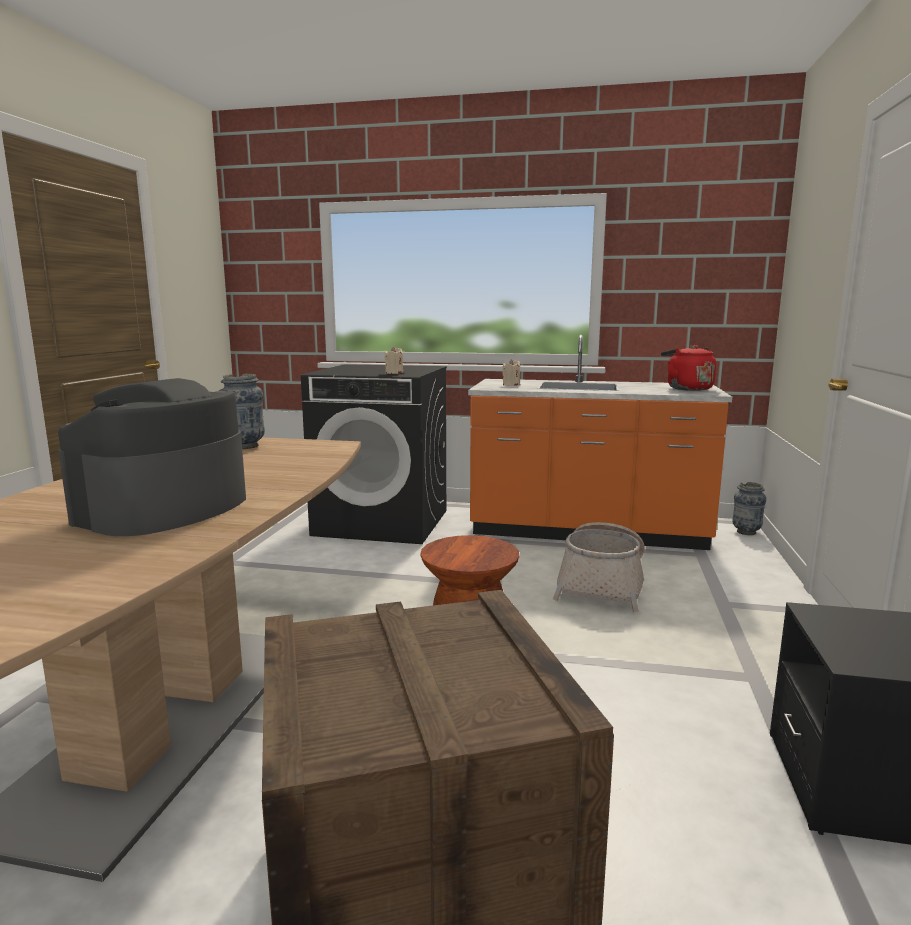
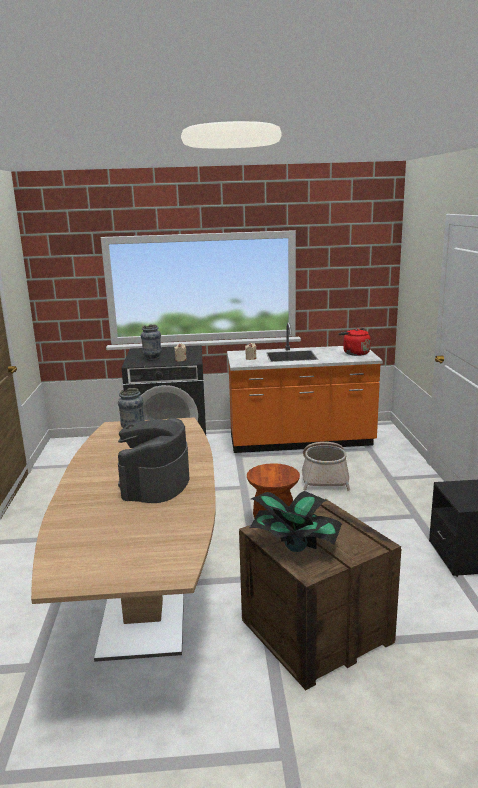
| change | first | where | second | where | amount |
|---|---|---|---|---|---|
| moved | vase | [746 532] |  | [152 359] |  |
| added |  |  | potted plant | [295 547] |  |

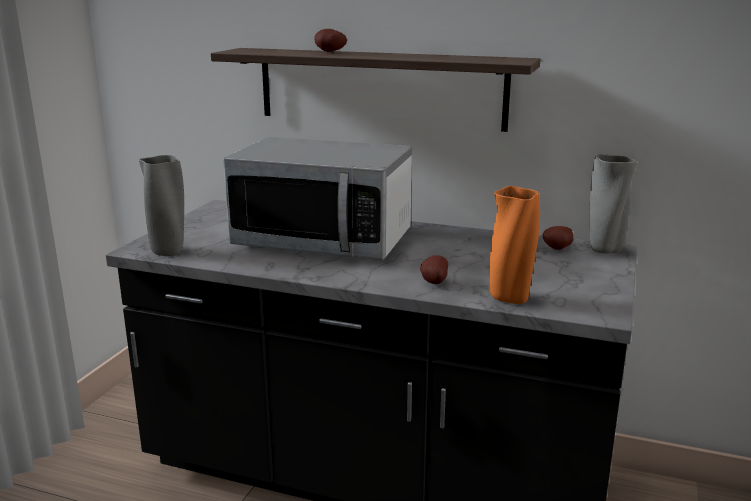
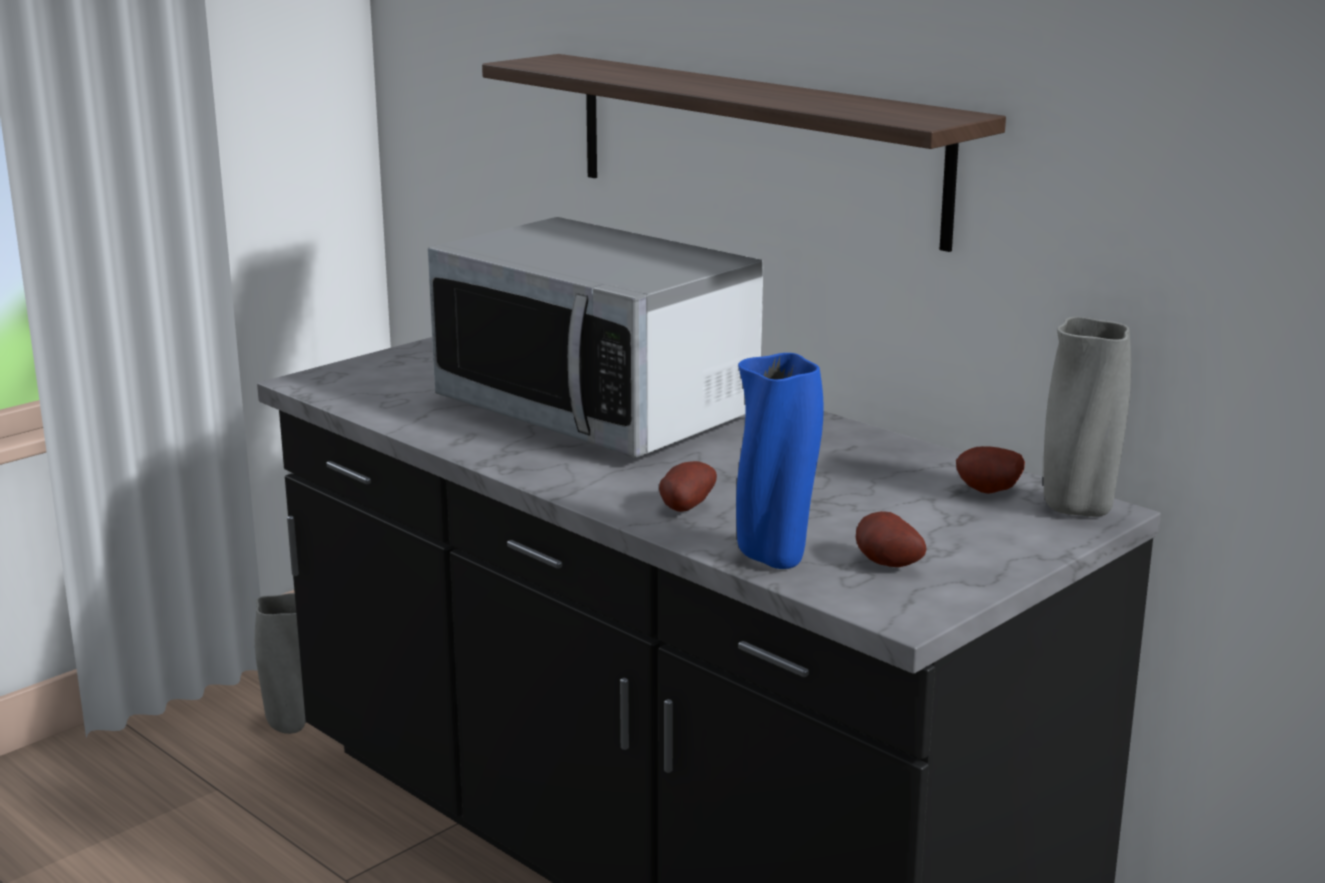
| change | first | where | second | where | amount |
|---|---|---|---|---|---|
| moved | grey vase | [169 252] |  | [291 724] |  |
| recoloured | orange vase | [509 298] | blue vase | [775 557] |  |
| moved | potato | [329 52] |  | [885 565] |  |

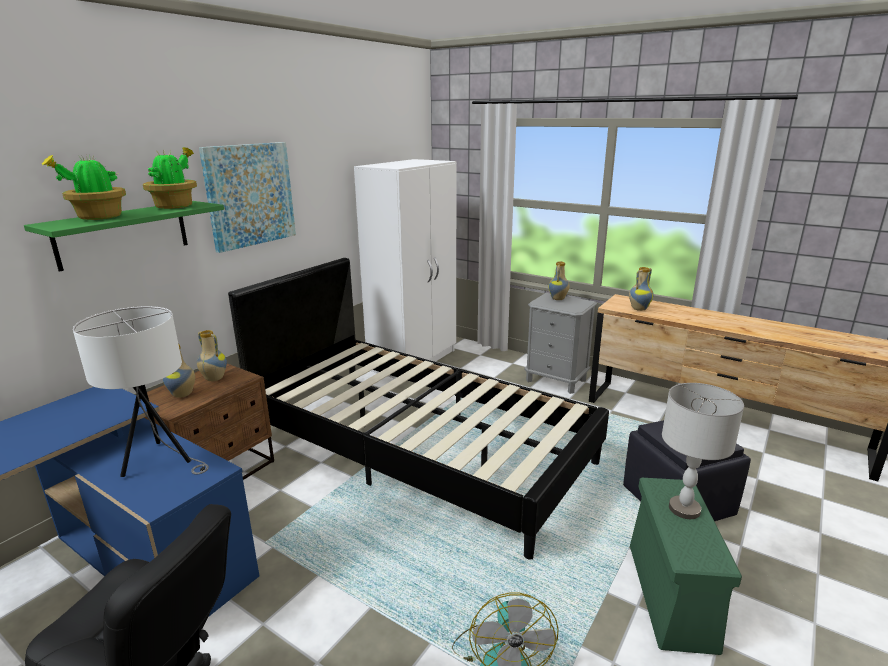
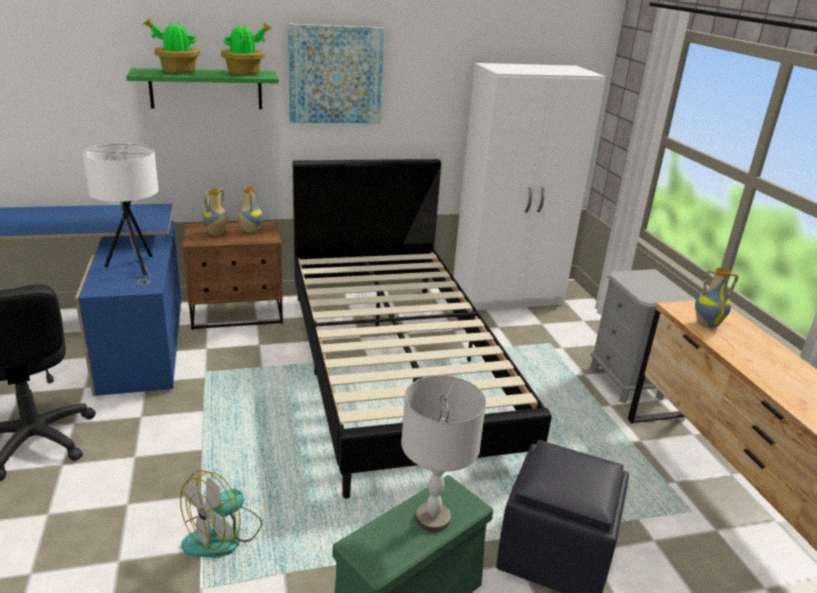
| change | first | where | second | where | amount |
|---|---|---|---|---|---|
| removed | vase | [558 299] |  |  |  |

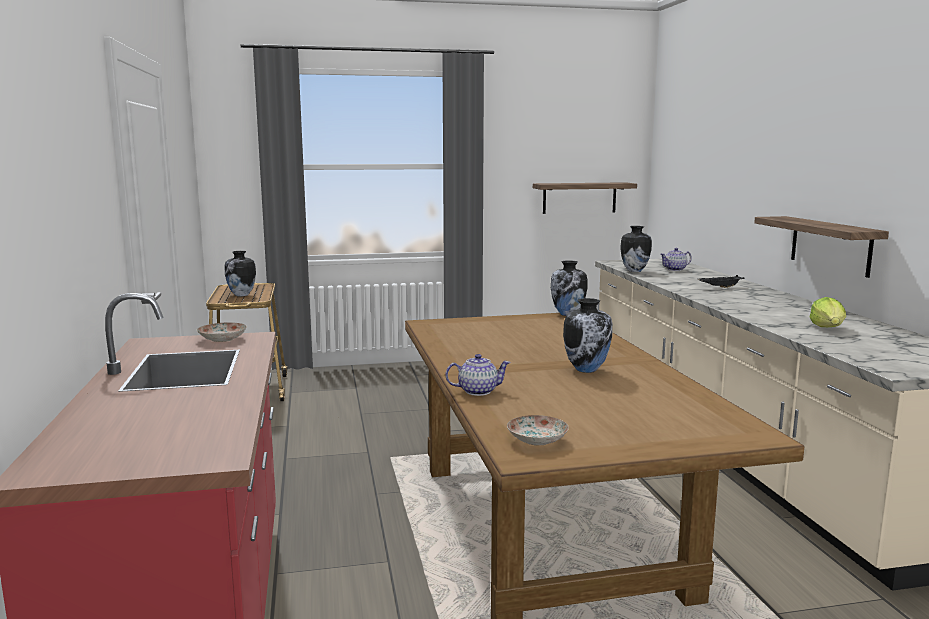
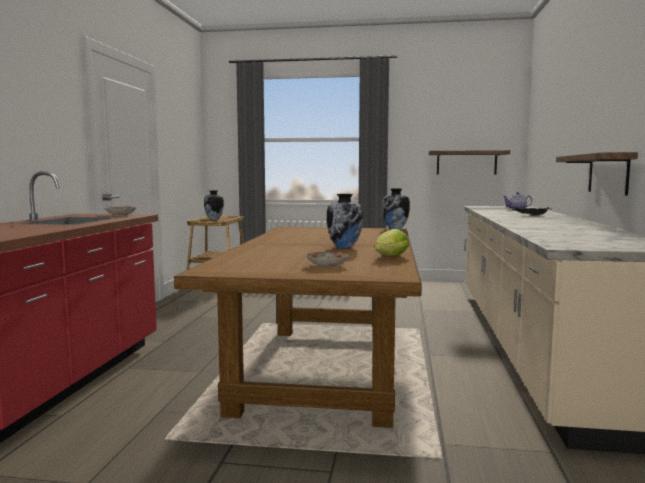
| change | first | where | second | where | amount |
|---|---|---|---|---|---|
| moved | plate | [537 440] |  | [328 265] |  |
| moved | lettuce | [828 328] |  | [390 257] |  |
| removed | teapot | [477 391] |  |  |  |
| removed | vase | [634 270] |  |  |  |

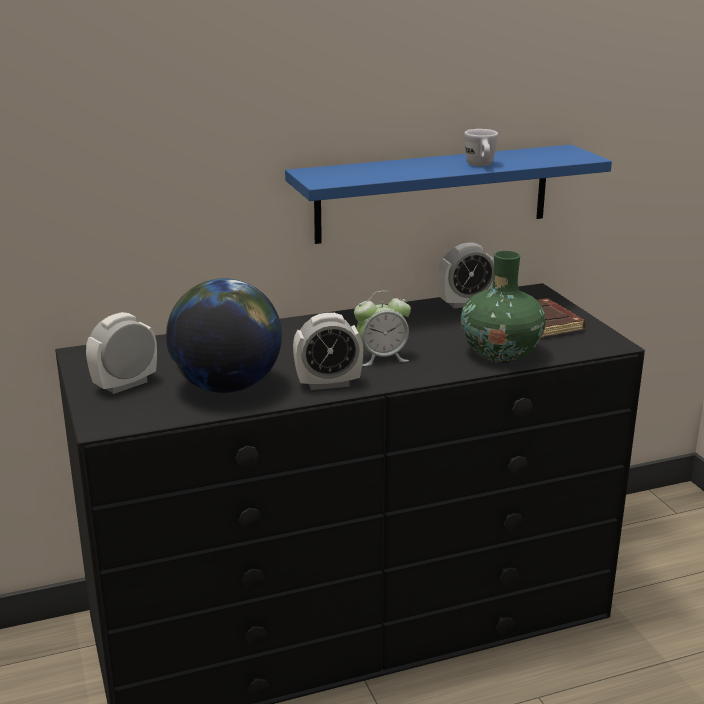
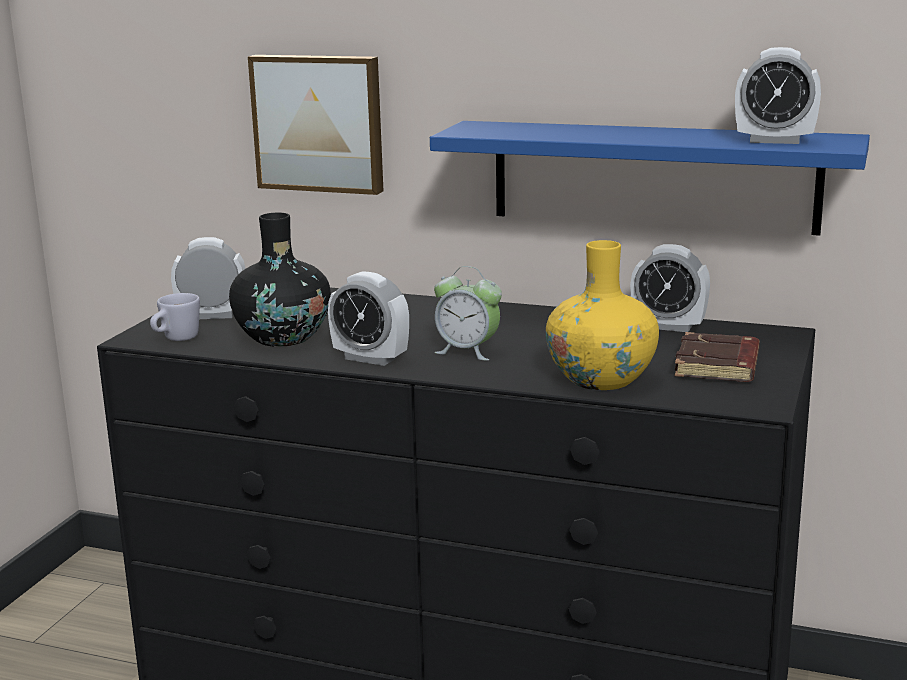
| change | first | where | second | where | amount |
|---|---|---|---|---|---|
| moved | white mug | [481 166] |  | [176 339] |  |
| replaced | globe | [226 386] | black vase | [283 337] |  |
| added |  |  | picture | [319 123] |  |
| recoloured | green vase | [500 353] | yellow vase | [601 379] |  |
| added |  |  | alarm clock | [774 141] |  |

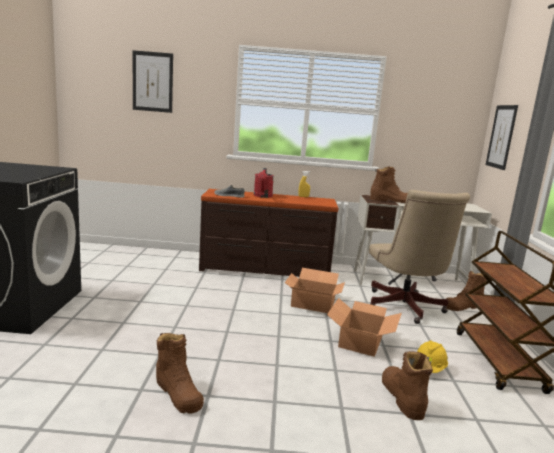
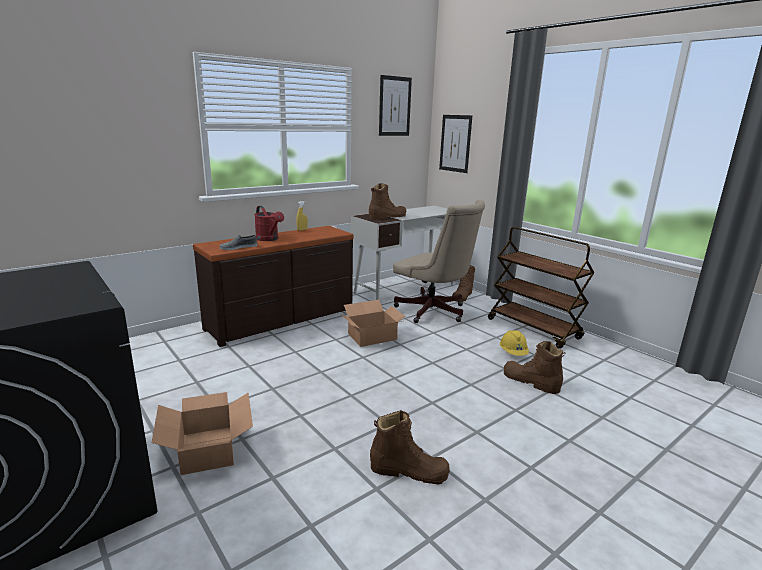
| change | first | where | second | where | amount |
|---|---|---|---|---|---|
| moved | cardboard box | [360 341] |  | [206 450] |  |
| moved | picture | [152 82] |  | [394 106] |  |

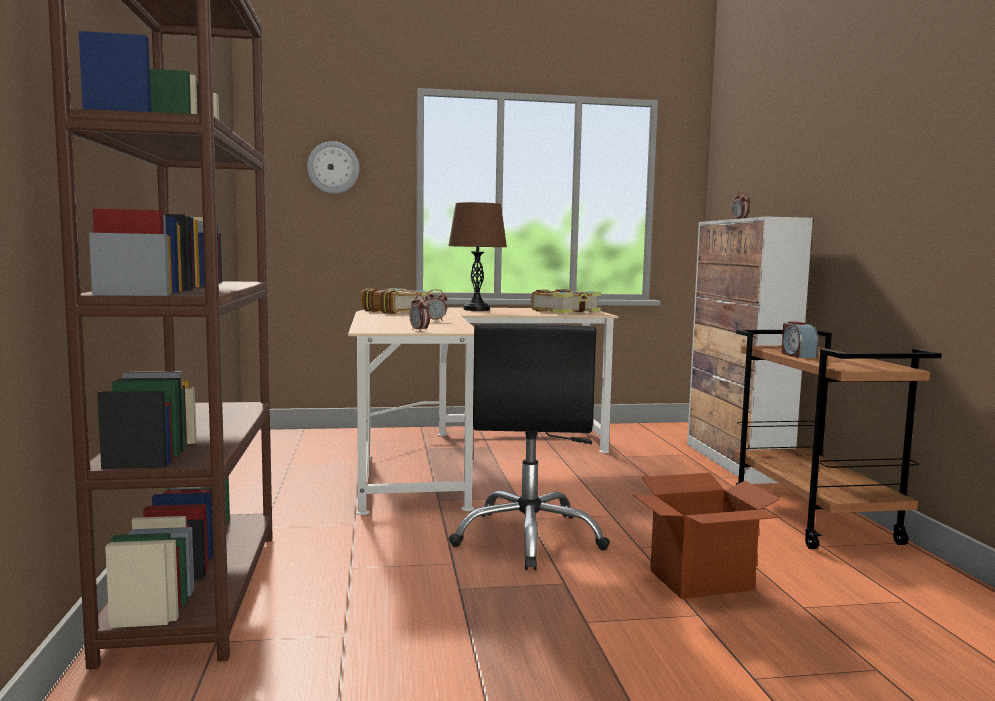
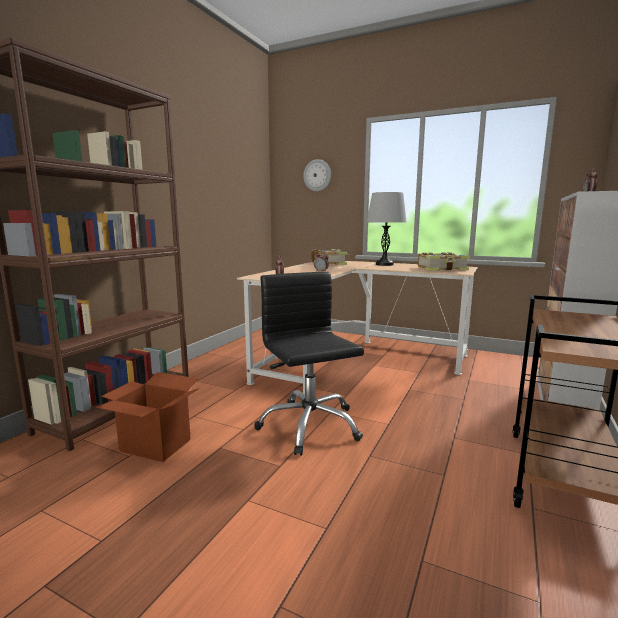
| change | first | where | second | where | amount |
|---|---|---|---|---|---|
| moved | cardboard box | [700 581] |  | [155 445] |  |
| turned | black office chair | [529 538] |  | [309 425] | 120 degrees clockwise |
| recoloured | brown table lamp | [476 309] | grey table lamp | [384 264] |  |
| removed | alarm clock | [797 355] |  |  |  |

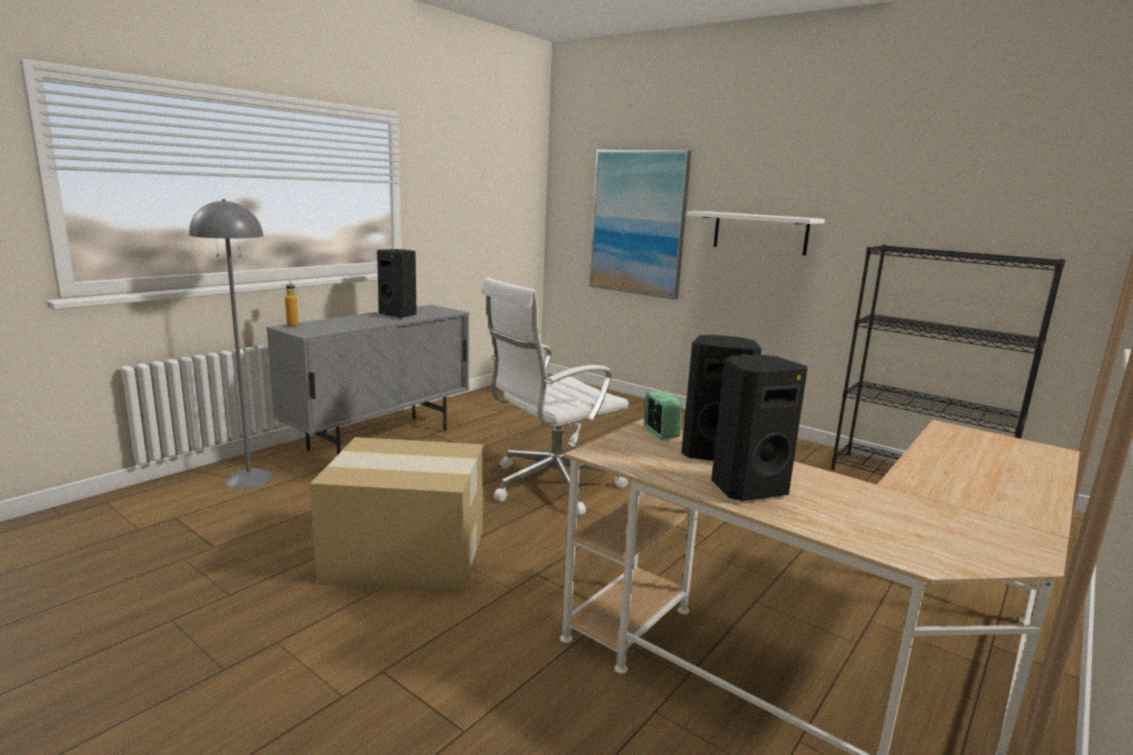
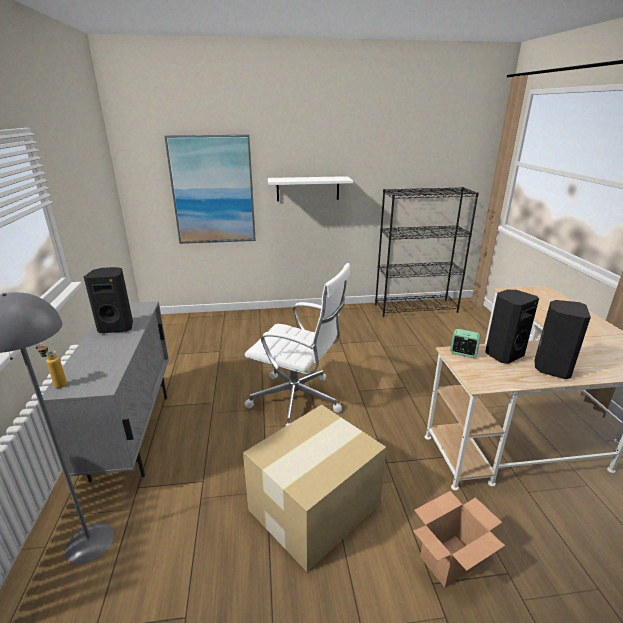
| change | first | where | second | where | amount |
|---|---|---|---|---|---|
| turned | white office chair | [550 485] |  | [298 401] | 75 degrees counterclockwise |
| added |  |  | cardboard box | [450 560] |  |

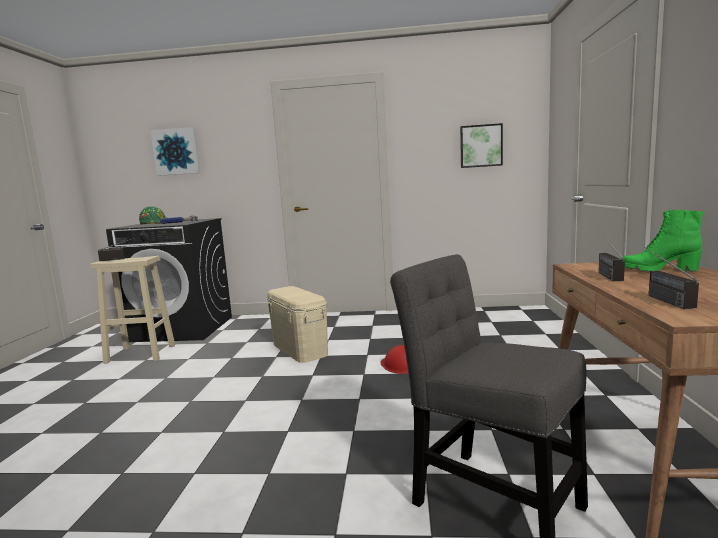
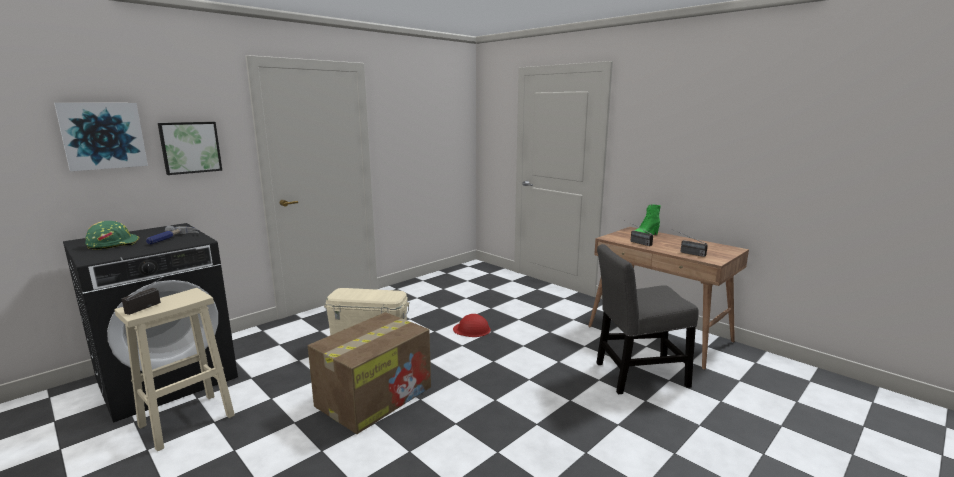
| change | first | where | second | where | amount |
|---|---|---|---|---|---|
| moved | picture | [480 146] |  | [190 147] |  |
| added |  |  | cardboard box | [375 396] |  |

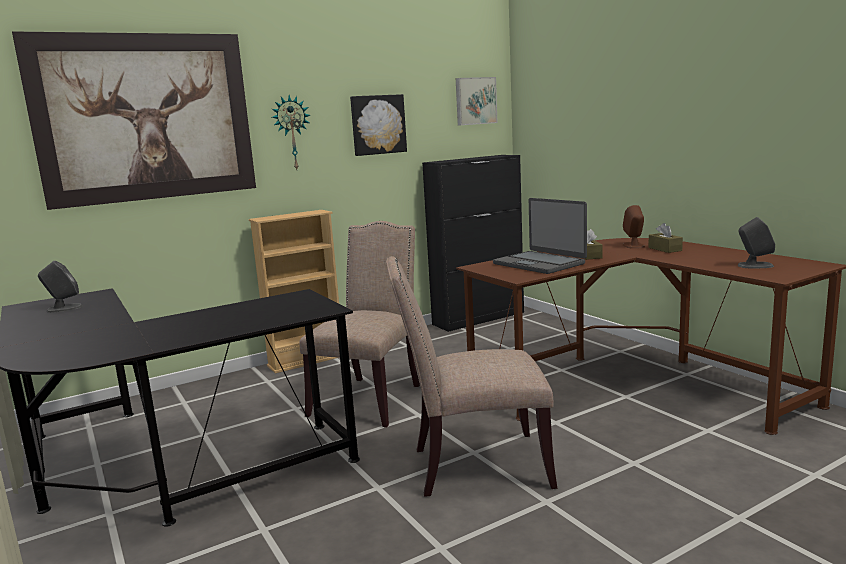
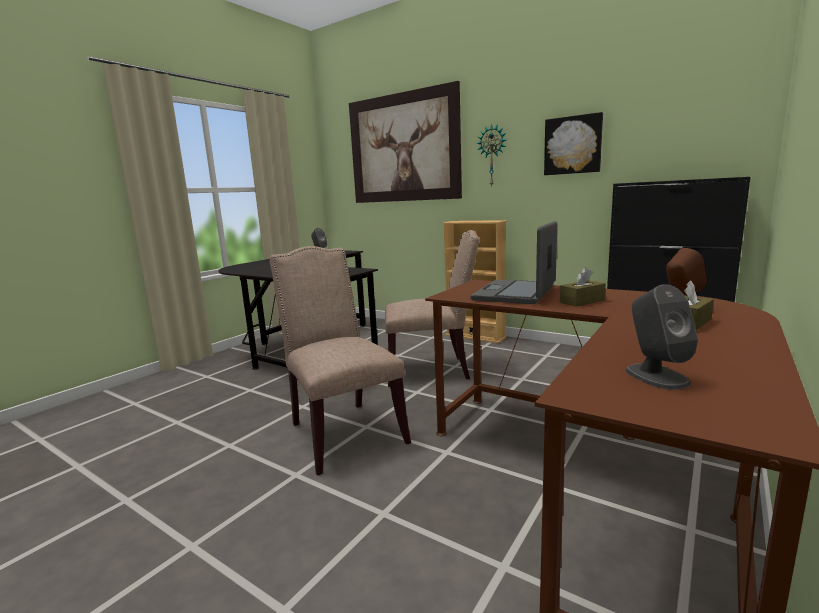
| change | first | where | second | where | amount |
|---|---|---|---|---|---|
| removed | picture | [475 101] |  |  |  |

